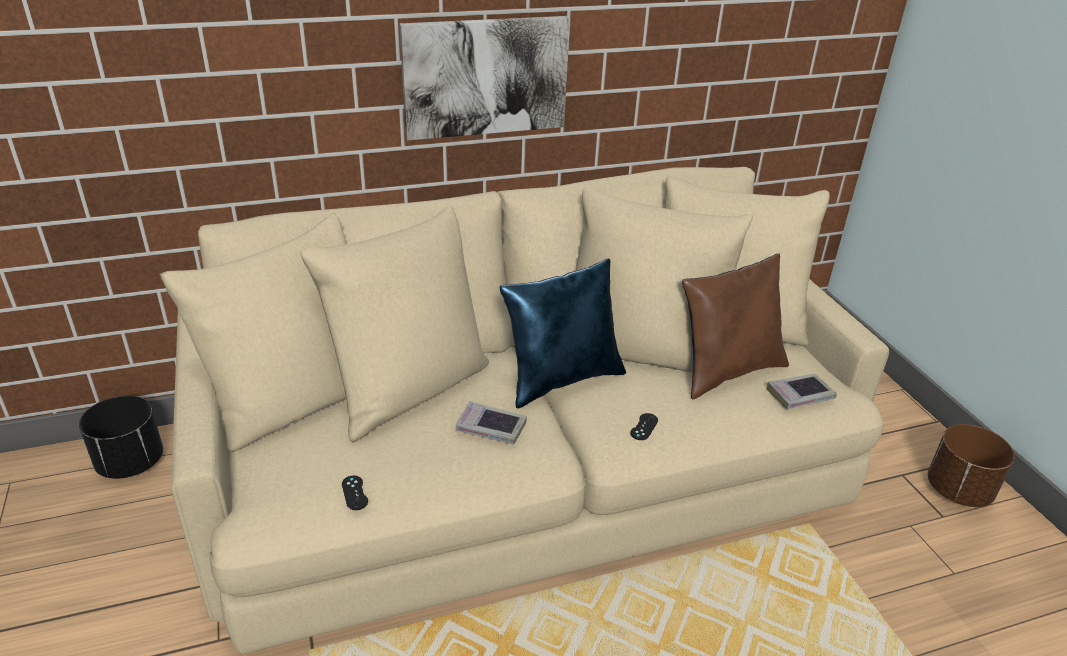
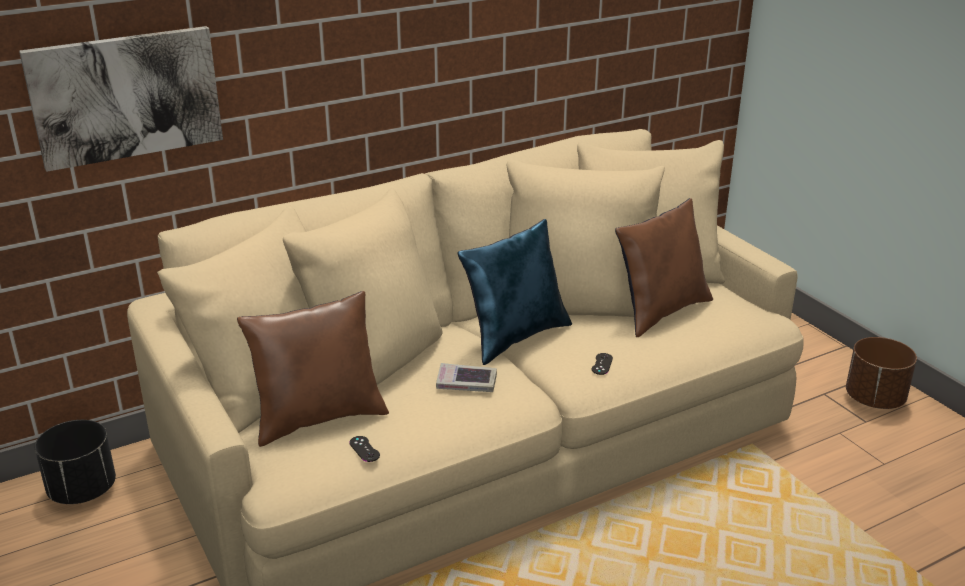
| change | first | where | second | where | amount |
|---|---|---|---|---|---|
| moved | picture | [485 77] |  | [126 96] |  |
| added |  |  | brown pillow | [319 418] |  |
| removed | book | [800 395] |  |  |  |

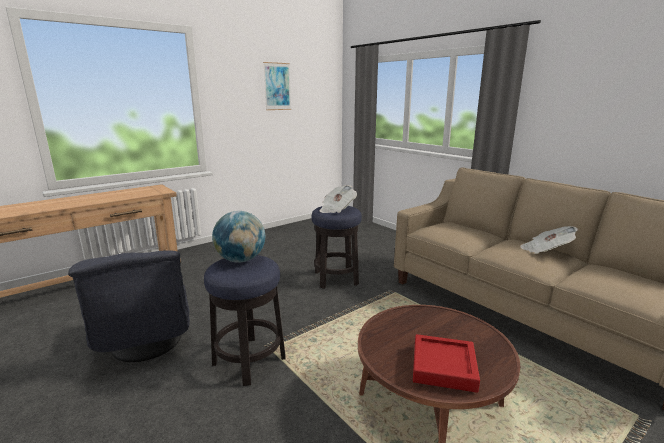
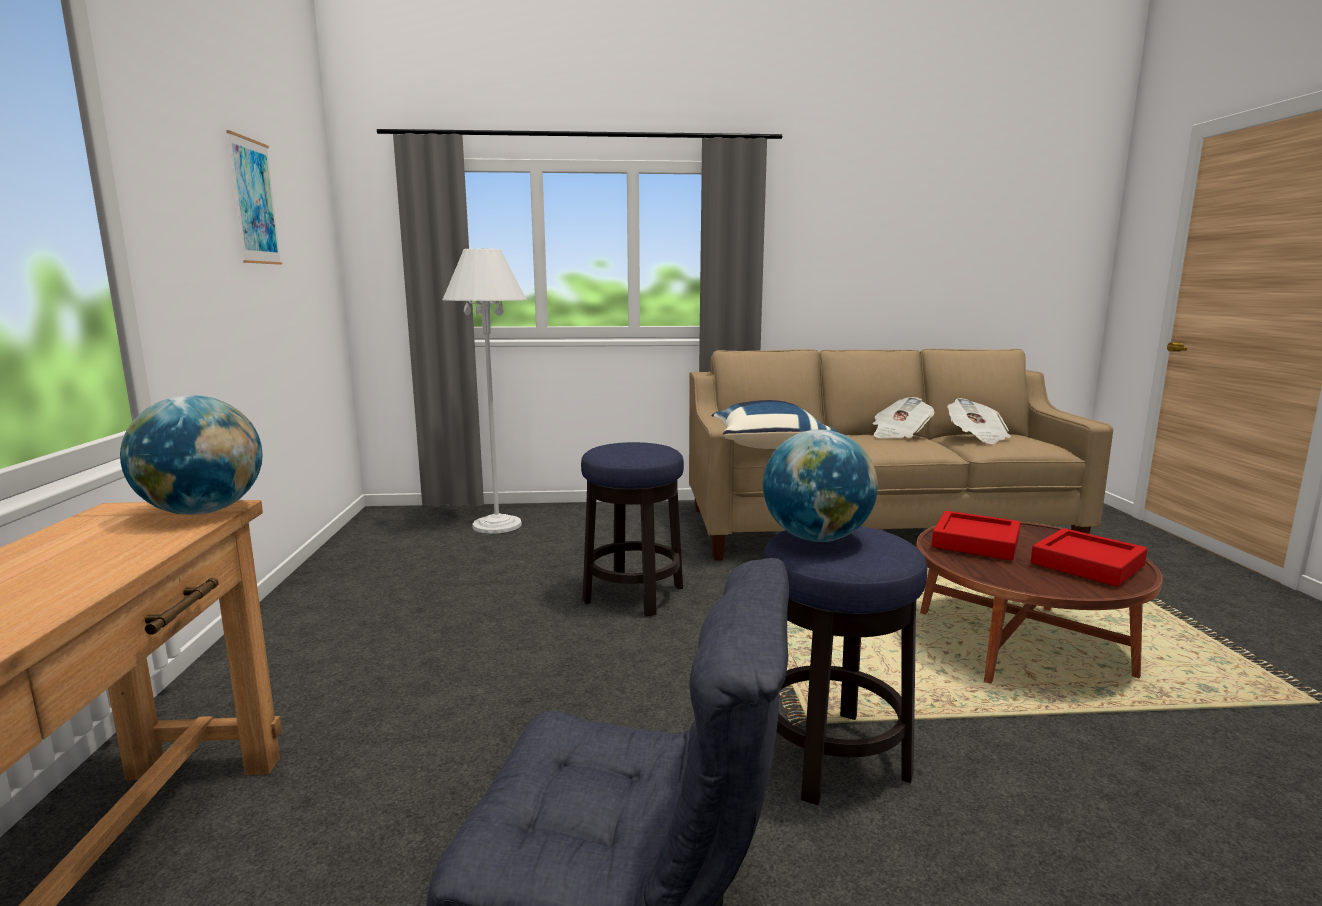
| change | first | where | second | where | amount |
|---|---|---|---|---|---|
| added |  |  | globe | [203 512] |  |
| added |  |  | white floor lamp | [497 525] |  |
| added |  |  | blue pillow | [768 446] |  |
| added |  |  | red tray | [975 542] |  |
| moved | newspaper | [337 209] |  | [977 437] |  |

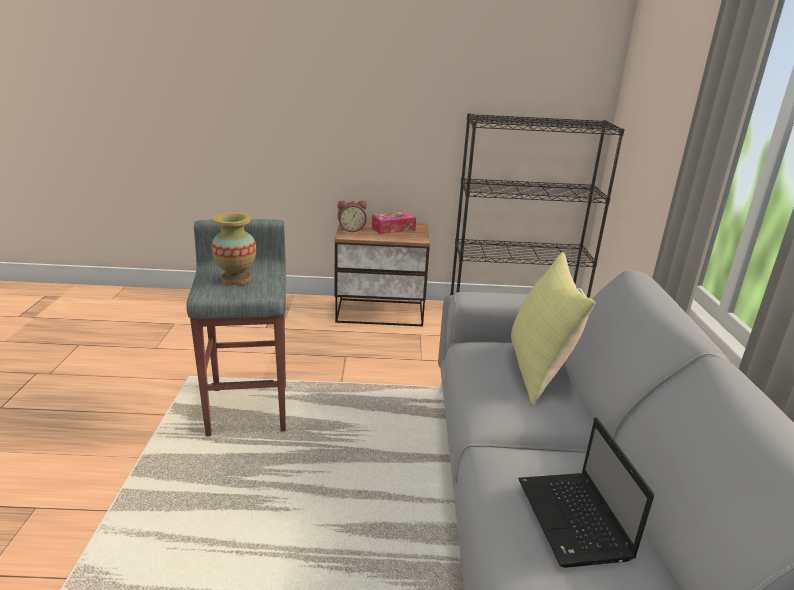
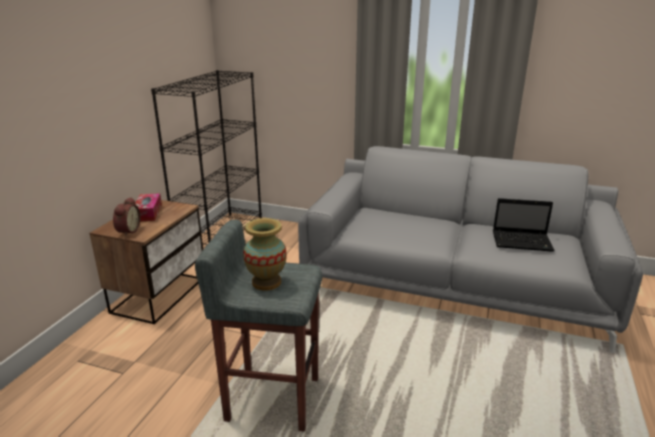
| change | first | where | second | where | amount |
|---|---|---|---|---|---|
| removed | yellow pillow | [539 369] |  |  |  |

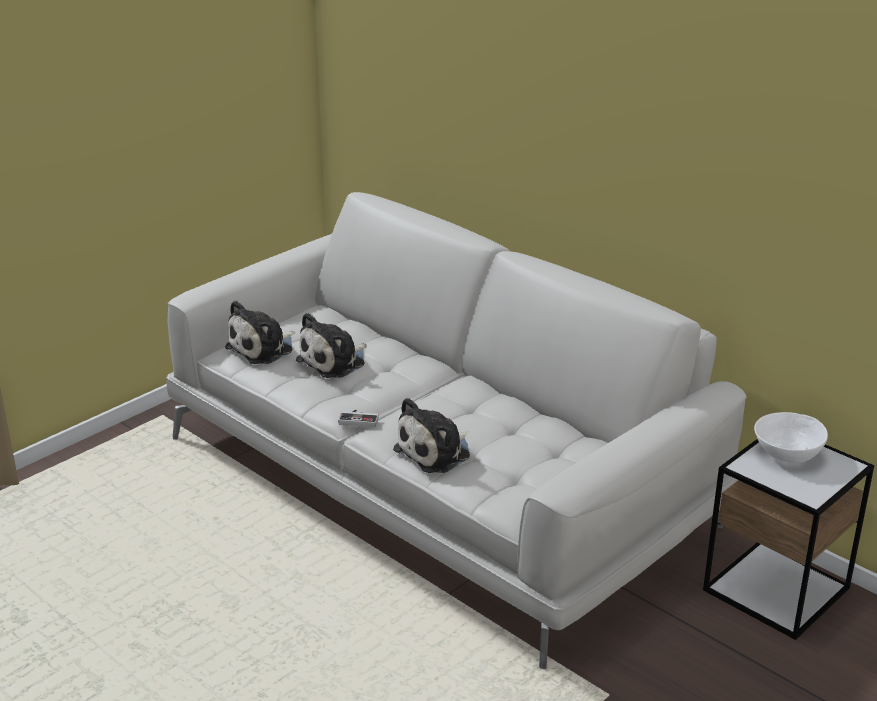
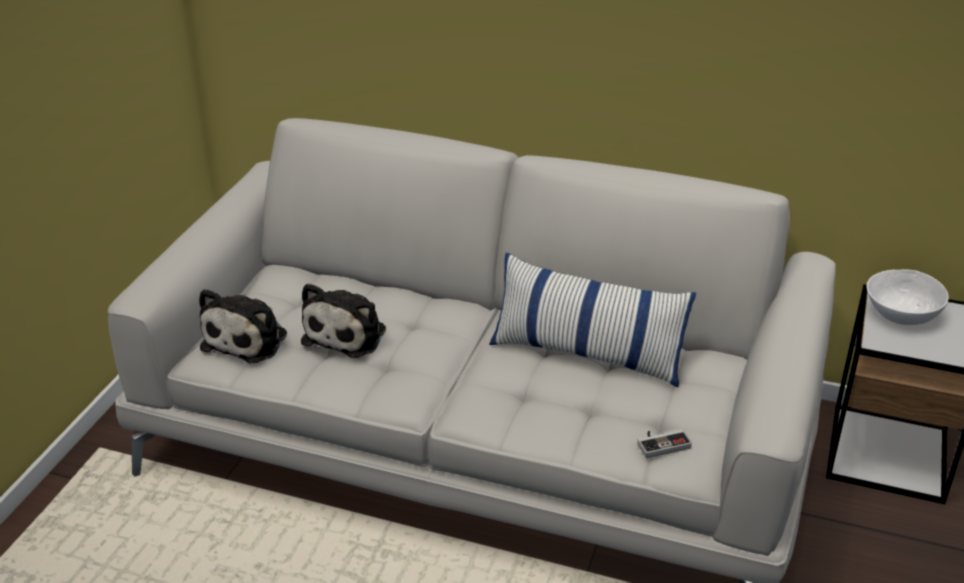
| change | first | where | second | where | amount |
|---|---|---|---|---|---|
| added |  |  | pillow | [587 353] |  |
| moved | game controller | [359 419] |  | [661 443] |  |
| removed | plush toy | [436 452] |  |  |  |

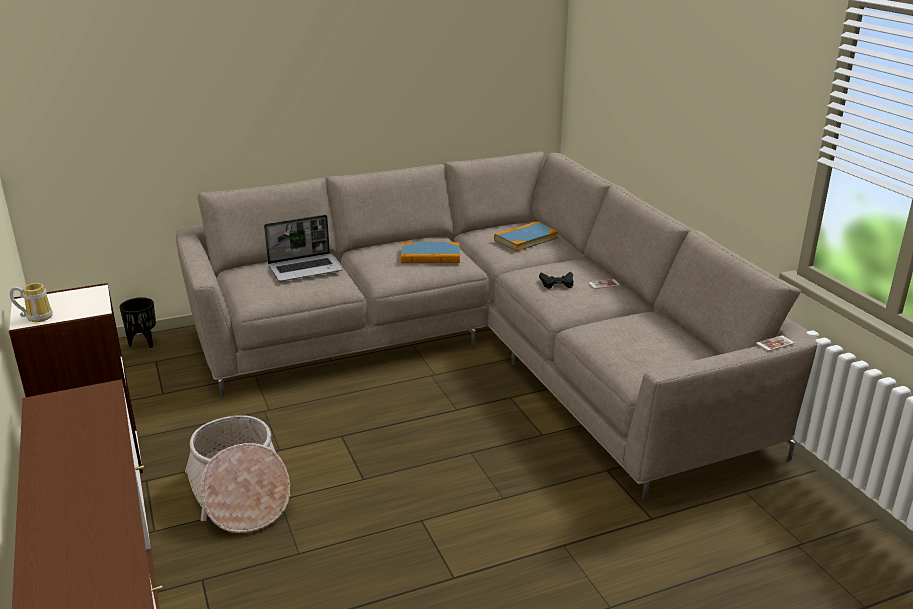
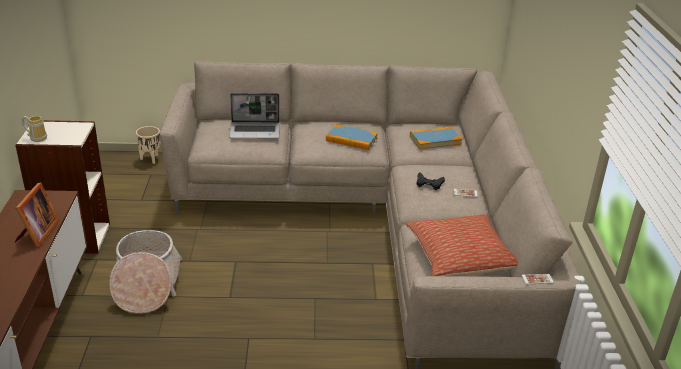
| change | first | where | second | where | amount |
|---|---|---|---|---|---|
| added |  |  | picture frame | [37 234] |  |
| recoloured | black planter | [144 343] | beige planter | [151 159] |  |
| added |  |  | pillow | [460 257] |  |

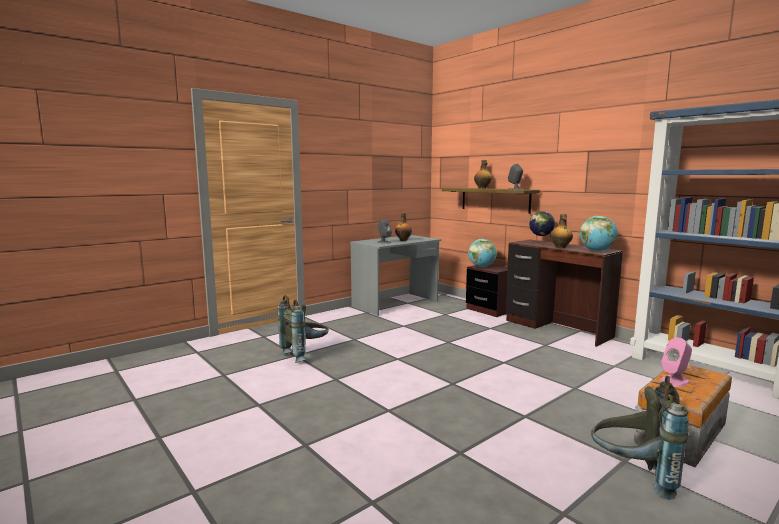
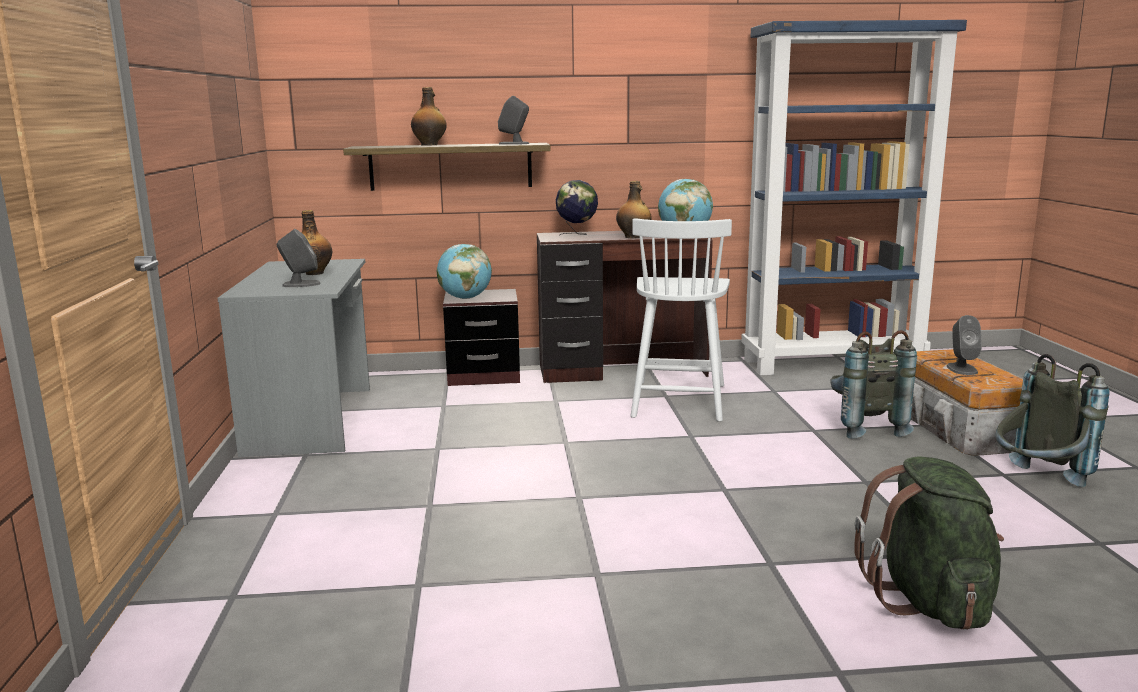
| change | first | where | second | where | amount |
|---|---|---|---|---|---|
| added |  |  | white chair | [678 400] |  |
| moved | grey backpack | [305 355] |  | [864 427] |  |
| added |  |  | green backpack | [930 602] |  |
| recoloured | pink speaker | [675 381] | grey speaker | [962 369] |  |

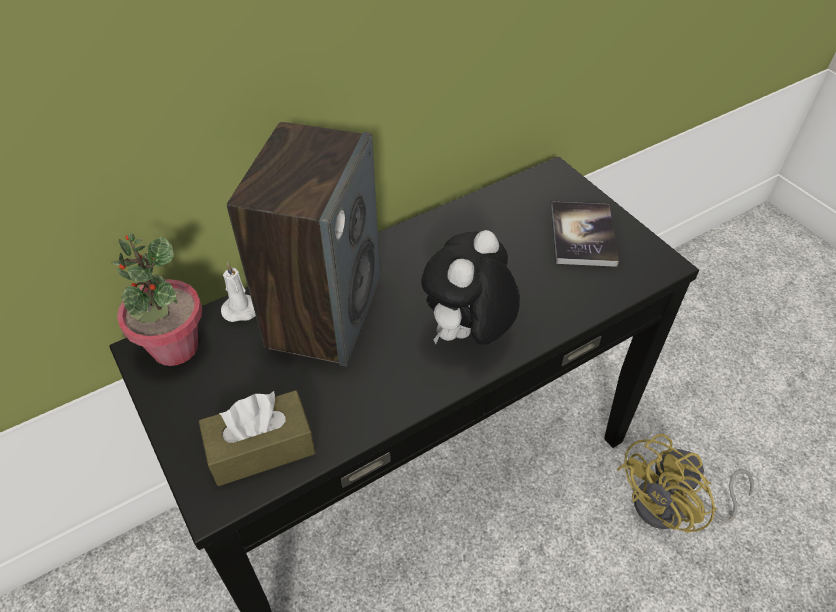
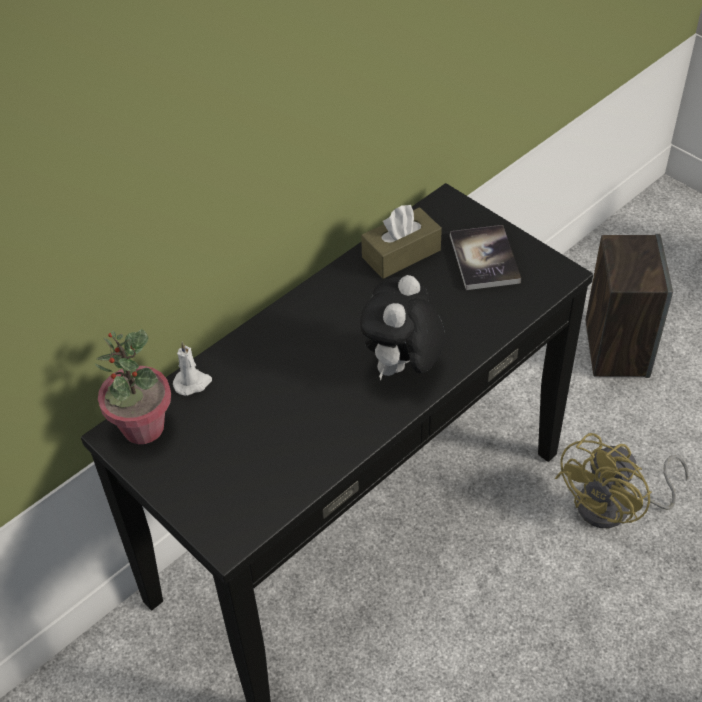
| change | first | where | second | where | amount |
|---|---|---|---|---|---|
| moved | brown tissue box | [261 448] |  | [401 254] |  |
| moved | speaker | [324 312] |  | [616 348] |  |

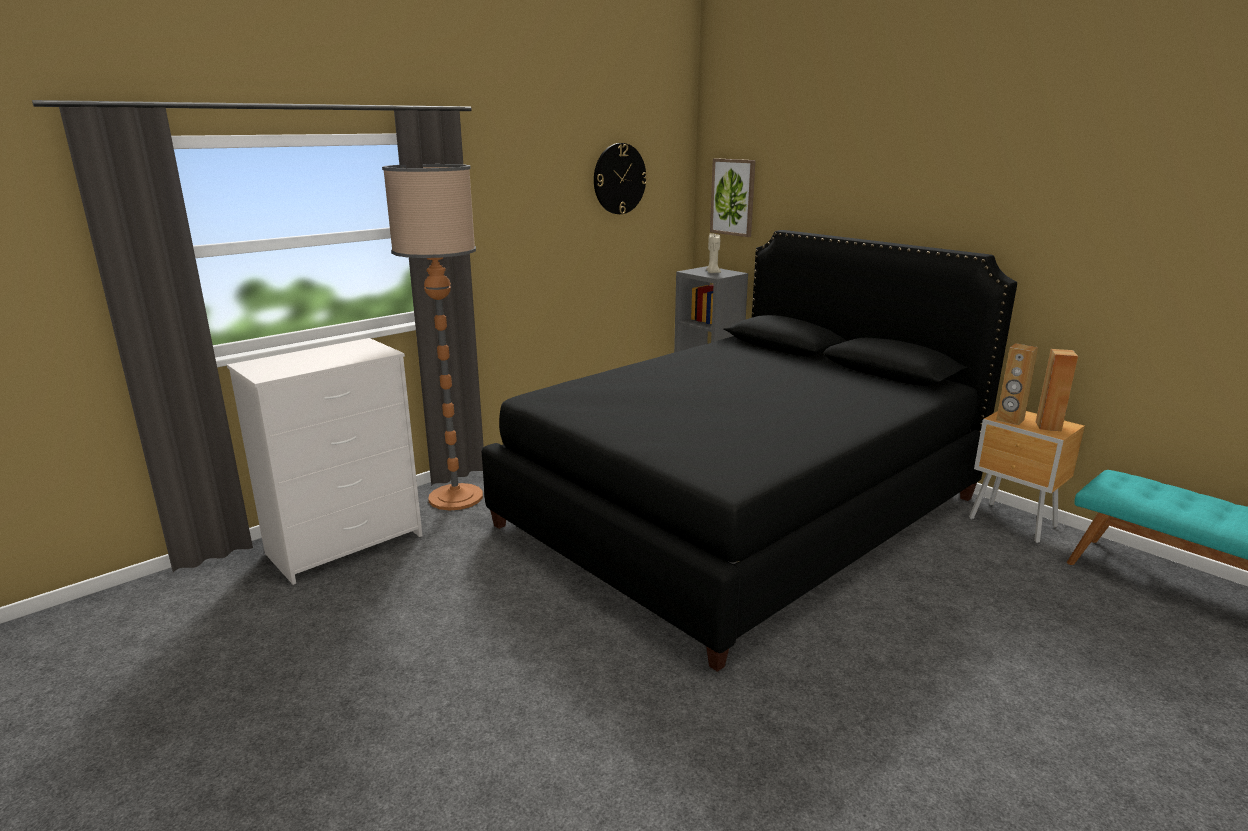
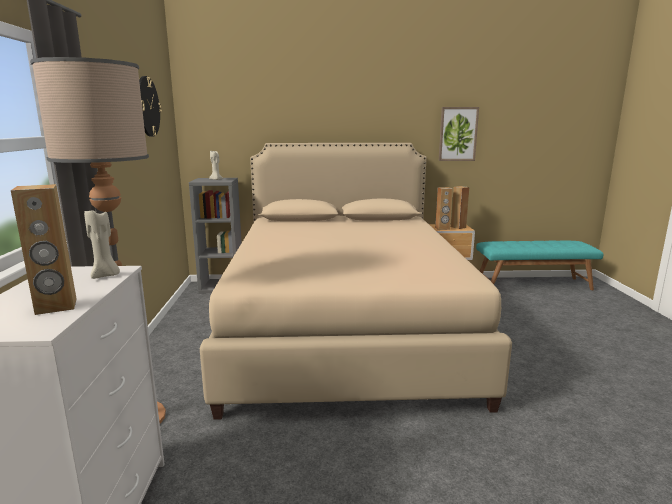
| change | first | where | second | where | amount |
|---|---|---|---|---|---|
| added |  |  | brown speaker | [56 306] |  |
| added |  |  | beige candle | [106 275] |  |
| recoloured | black bed | [740 511] | beige bed | [344 329] |  |
| moved | picture | [733 197] |  | [458 134] |  |

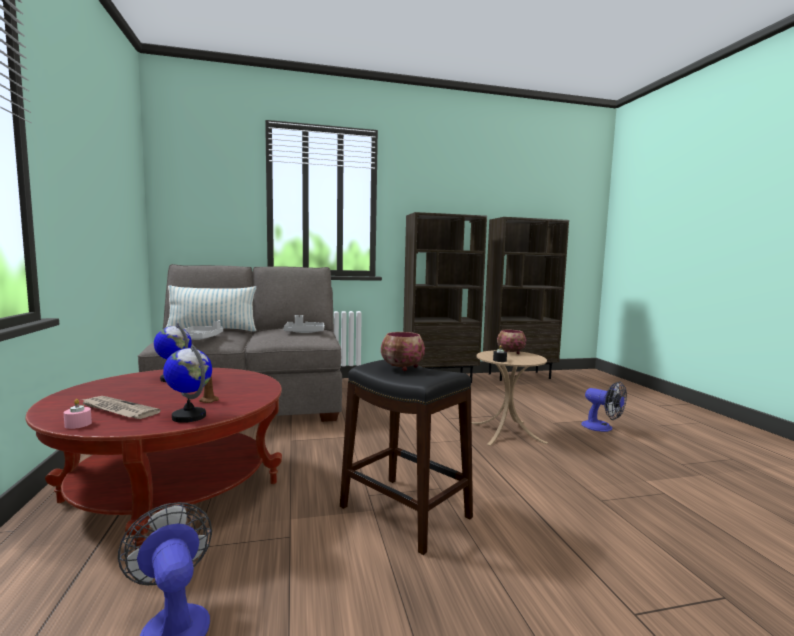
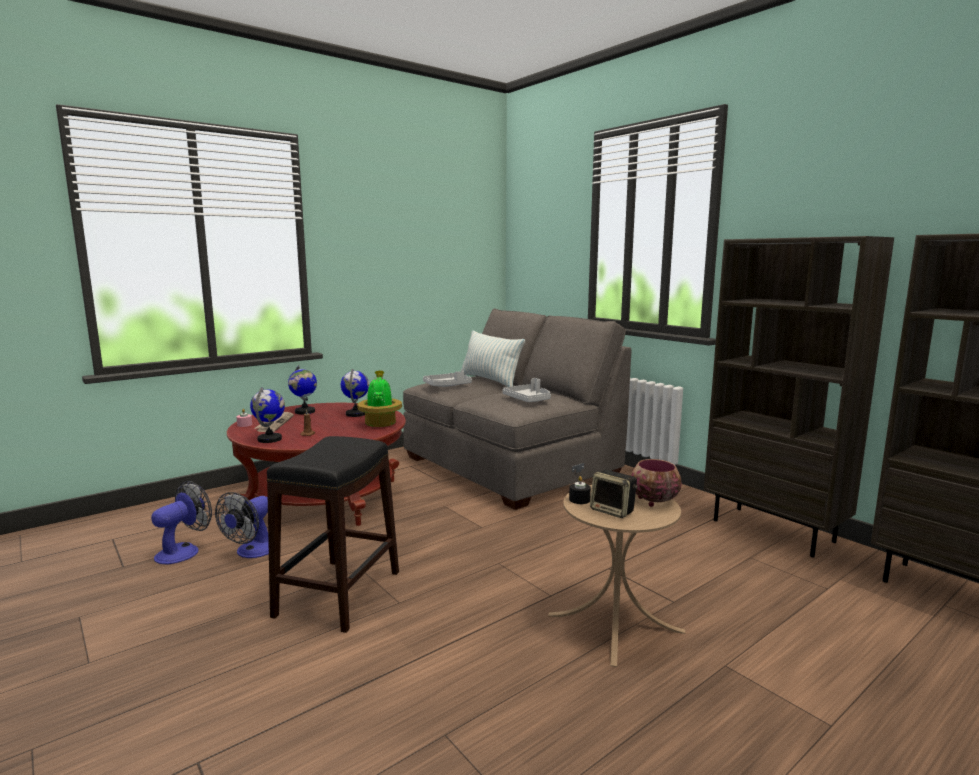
| change | first | where | second | where | amount |
|---|---|---|---|---|---|
| moved | fan | [602 428] |  | [252 552] |  |
| added |  |  | globe | [304 412] |  |
| added |  |  | potted plant | [380 423] |  |
| added |  |  | speaker | [613 511] |  |
| removed | bowl | [402 368] |  |  |  |

